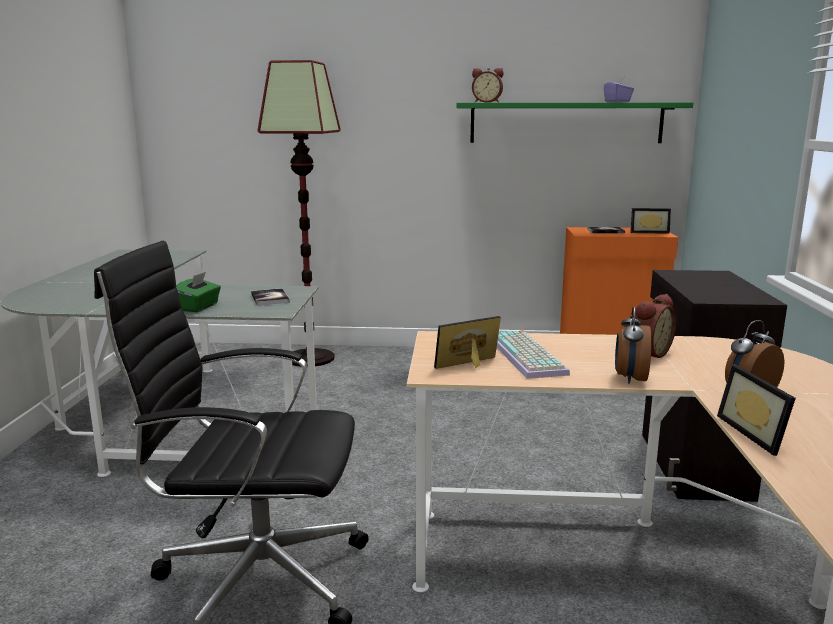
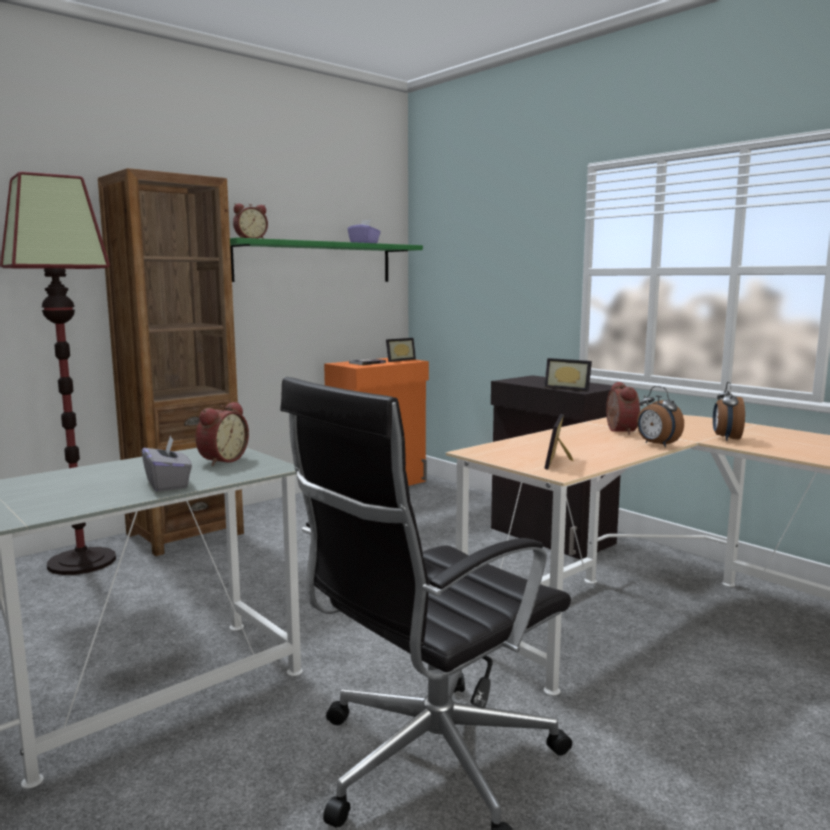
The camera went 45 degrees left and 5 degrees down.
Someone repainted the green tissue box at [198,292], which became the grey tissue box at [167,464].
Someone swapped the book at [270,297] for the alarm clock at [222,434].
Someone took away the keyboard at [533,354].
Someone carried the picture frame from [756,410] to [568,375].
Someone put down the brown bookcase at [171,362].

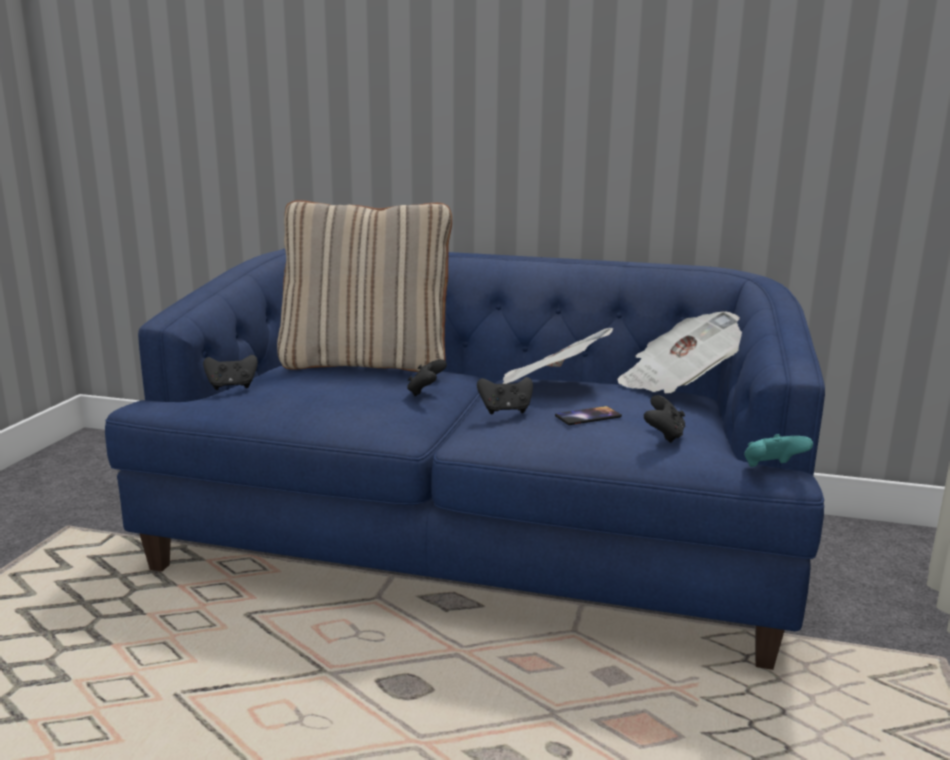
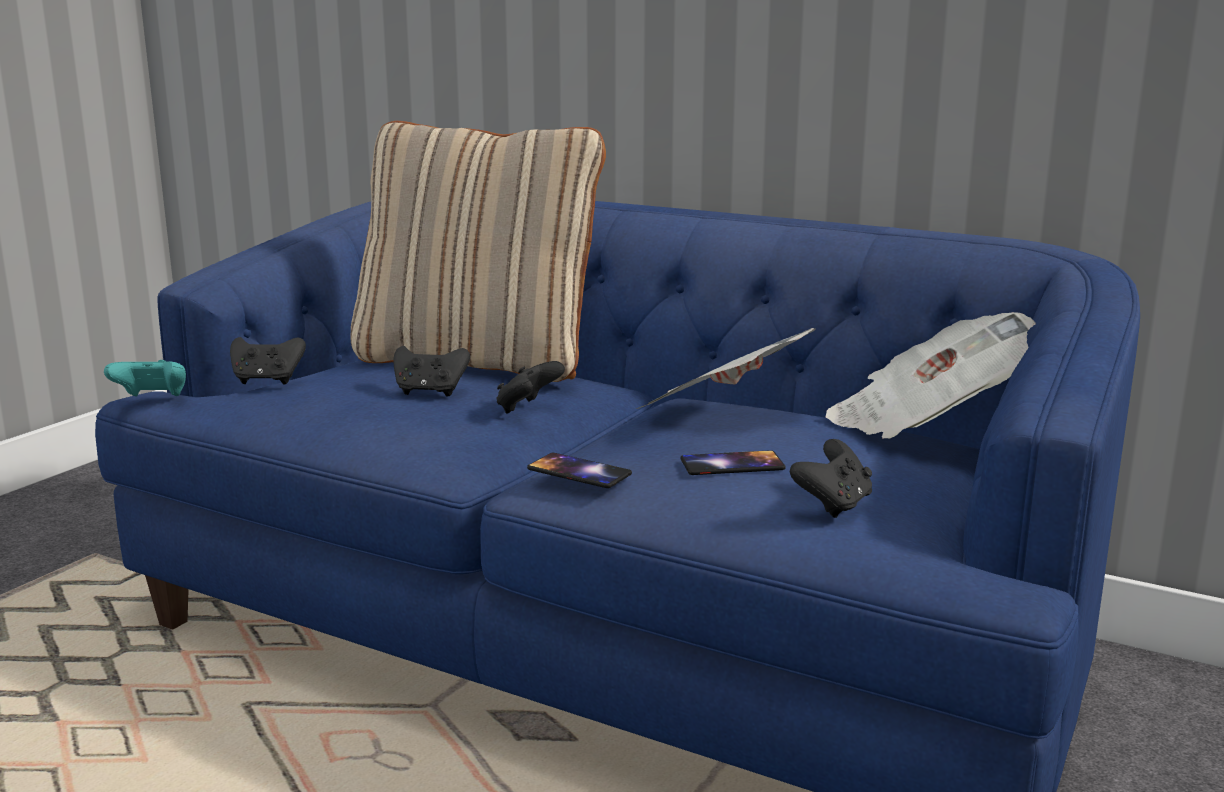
The camera went 15 degrees right and 0 degrees up.
Someone carried the black game controller from [505,395] to [431,371].
Someone carried the turquoise game controller from [778,450] to [145,378].
Someone put down the phone at [579,470].

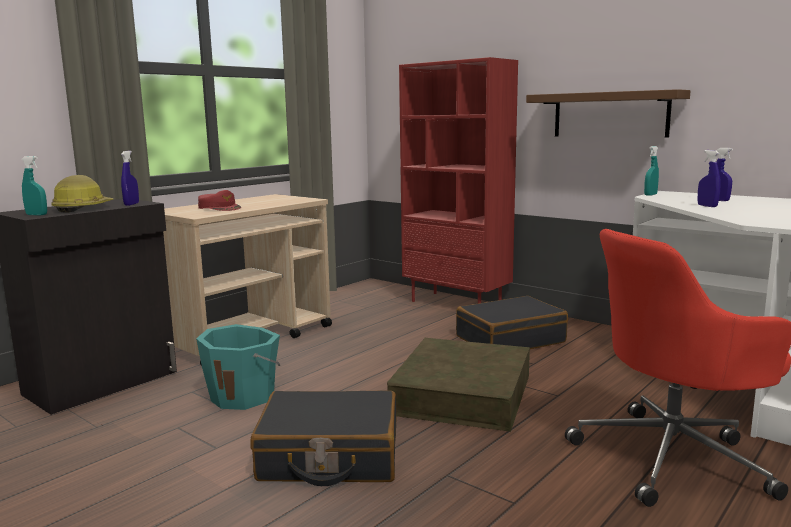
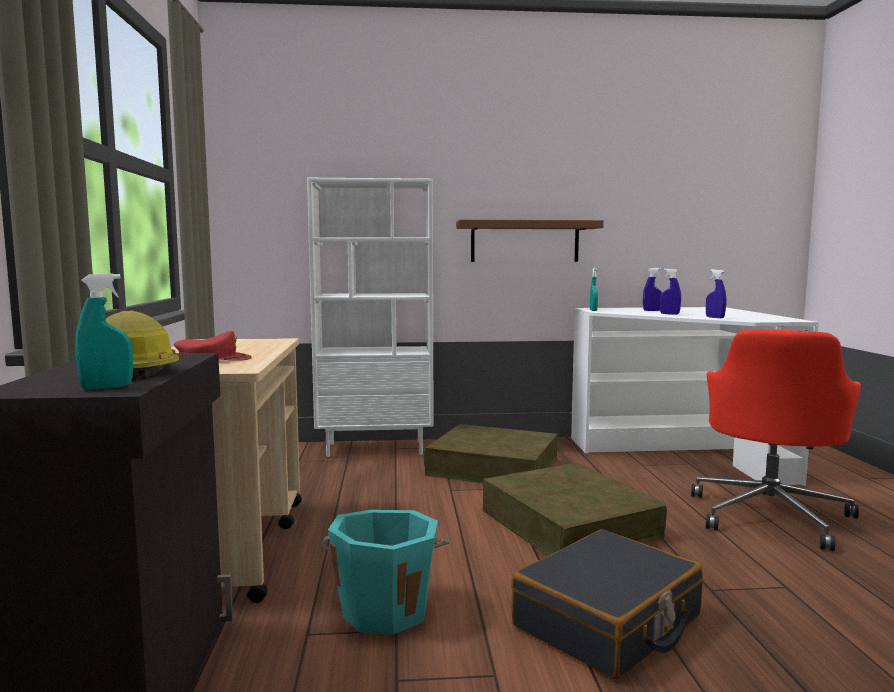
The camera went 45 degrees left and 5 degrees down.
Someone carried the blue spray bottle from [130,178] to [716,293].
Someone repainted the red bookcase at [458,180], which became the white bookcase at [370,317].
Someone swapped the black suitcase at [512,322] for the brown storage box at [491,453].

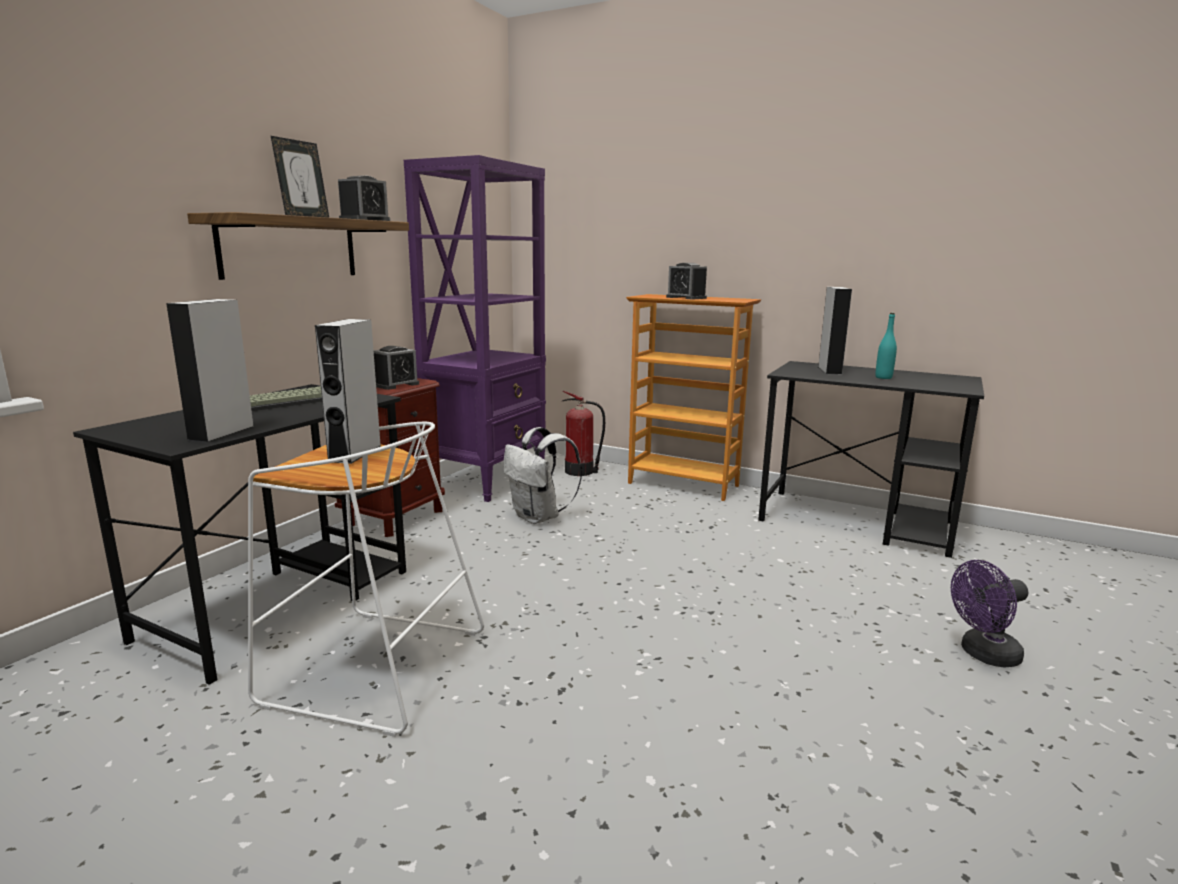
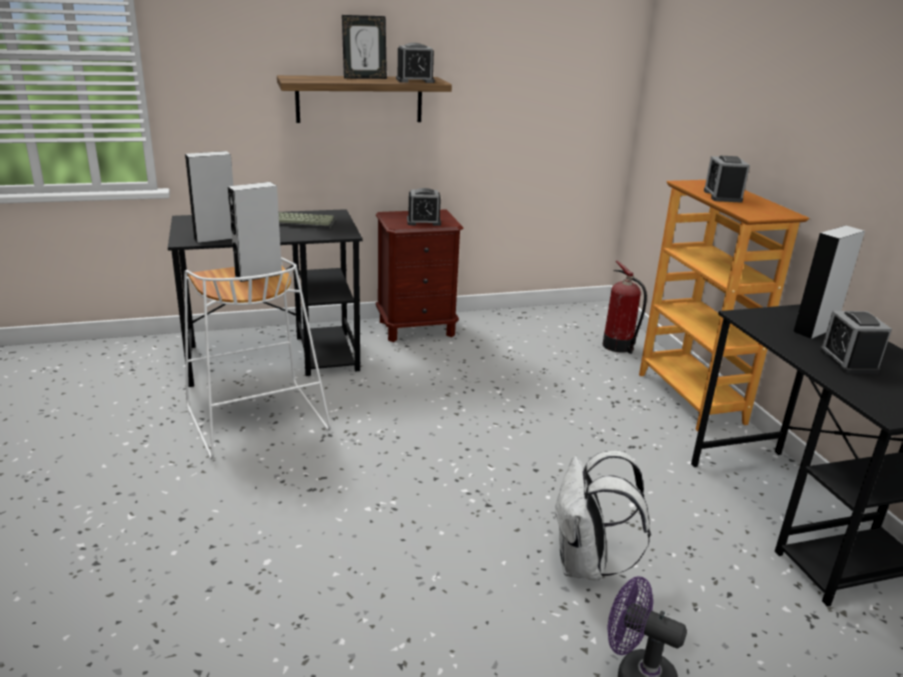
The camera went 45 degrees right and 10 degrees up.
Someone took away the purple bookcase at [475,328].
Someone carried the white backpack from [542,475] to [602,516].
Someone swapped the turquoise bottle at [886,346] for the alarm clock at [856,342].

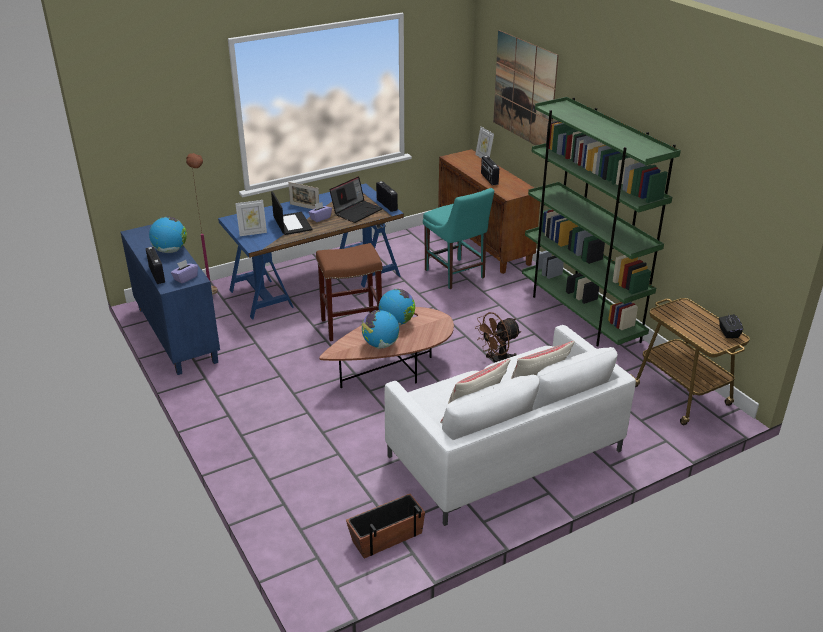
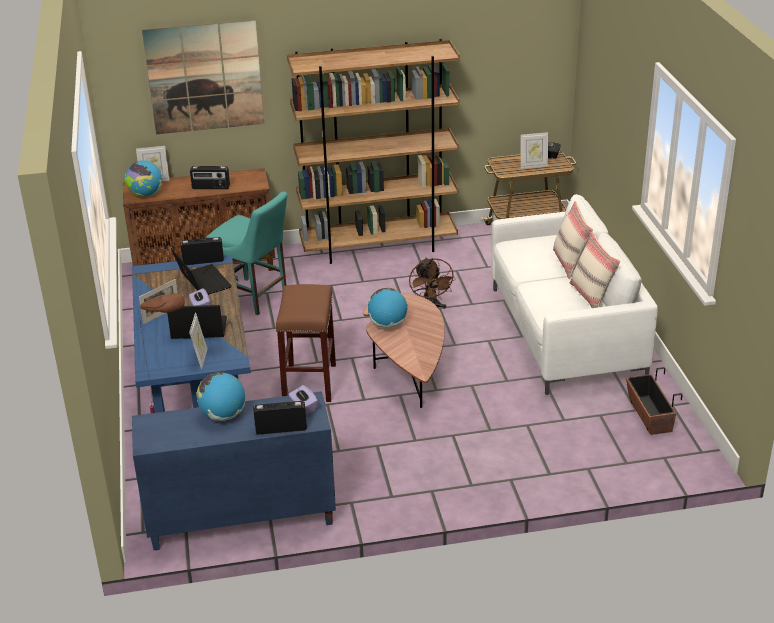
The camera went 70 degrees left and 0 degrees up.
Someone carried the globe from [380,329] to [143,178].
Someone rotated the turquoise chair at [458,238] by 45 degrees clockwise.
Someone repainted the green bookcase at [601,221], which became the brown bookcase at [373,151].
Someone put down the picture frame at [534,150].

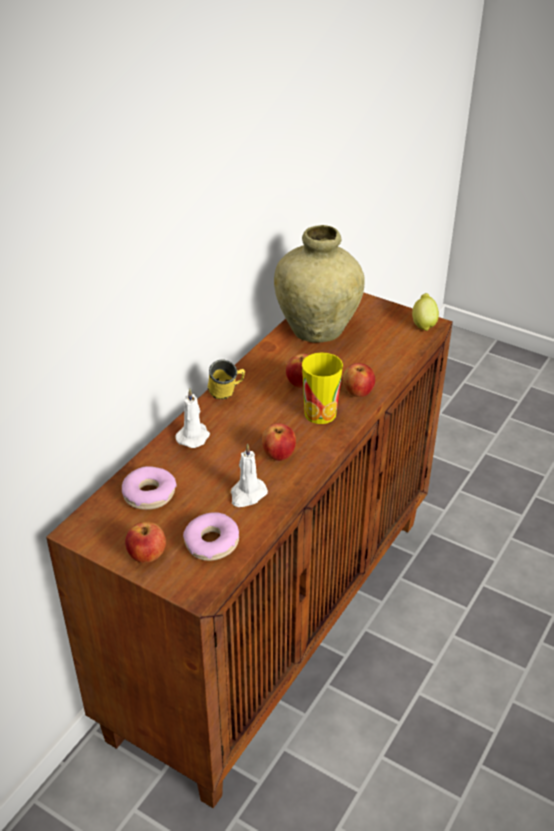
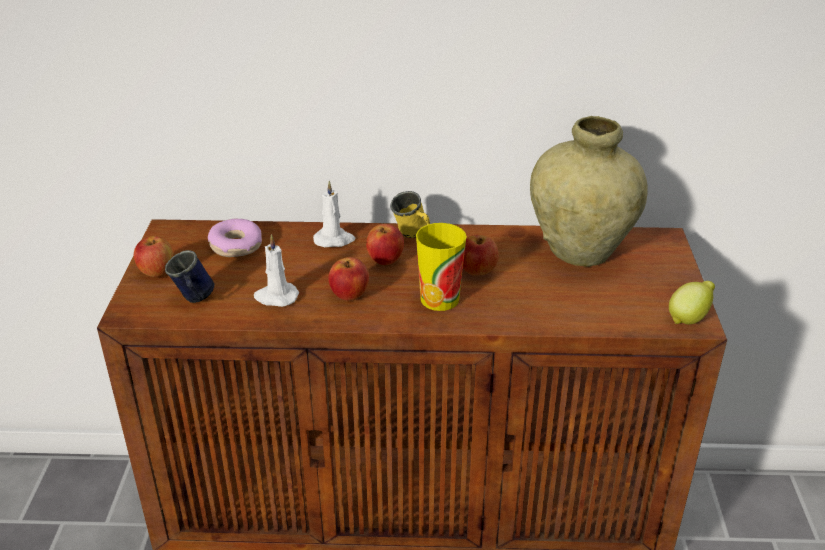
The camera went 60 degrees right and 5 degrees down.
Someone swapped the donut at [211,536] for the blue mug at [190,276].
Someone carried the apple from [359,380] to [385,244].

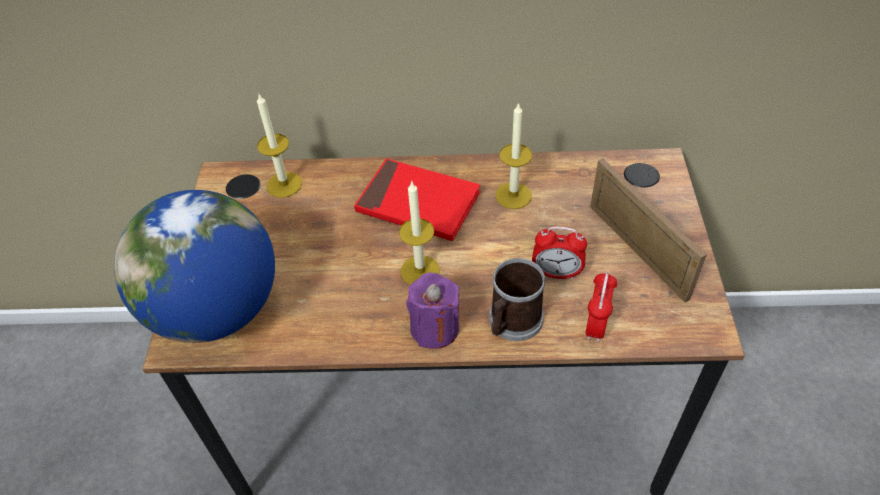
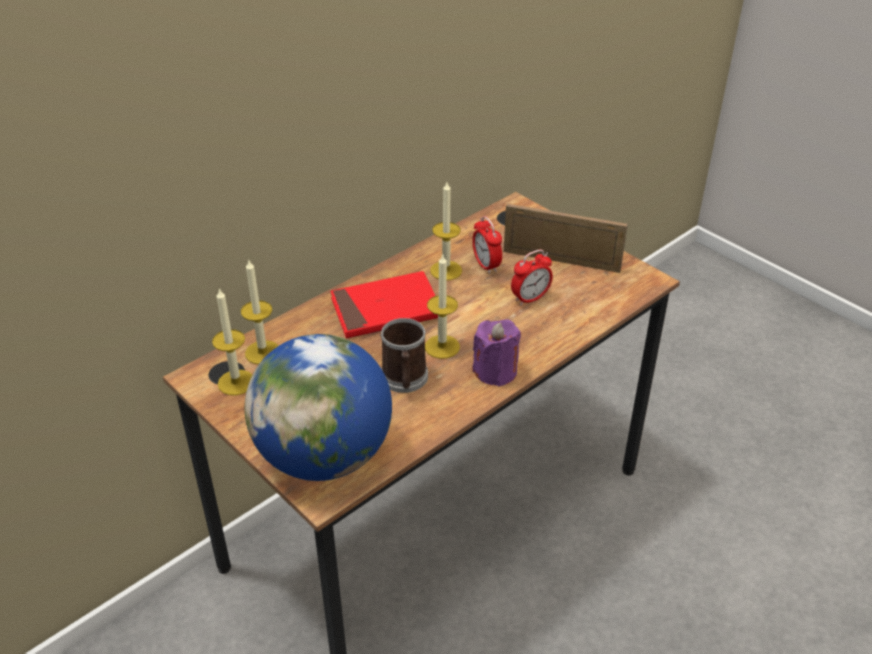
The camera went 45 degrees left and 10 degrees down.
Someone carried the mug from [517,299] to [404,355].
Someone carried the alarm clock from [601,306] to [487,245].
Someone put down the candle at [232,341].

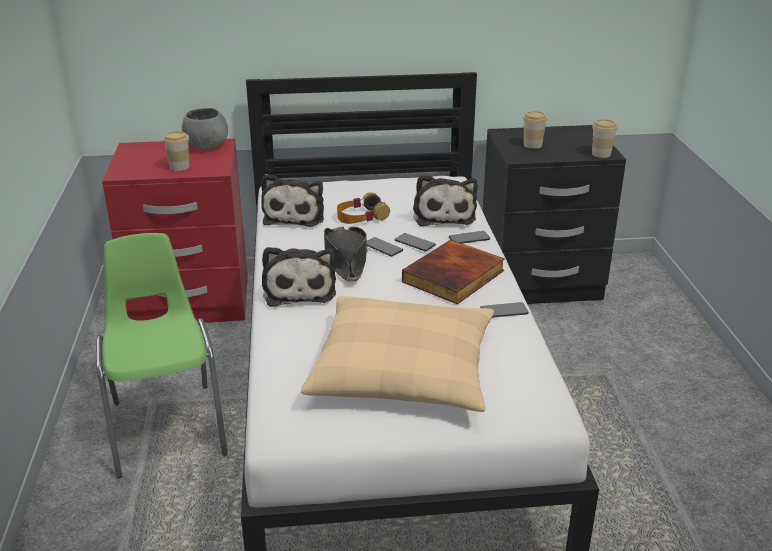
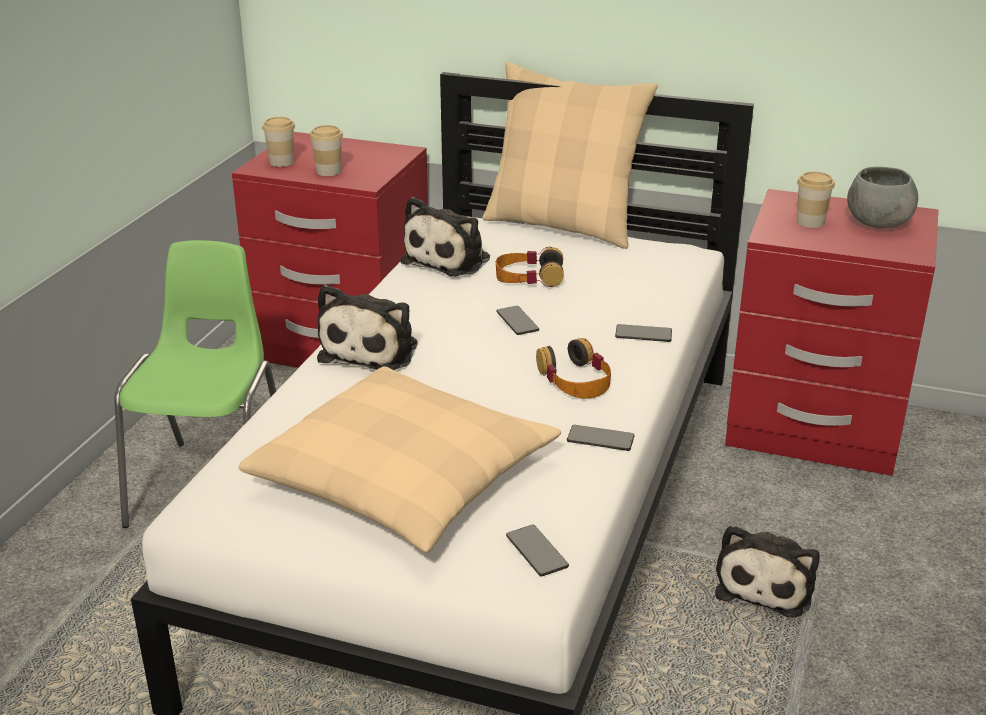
The camera went 25 degrees right and 0 degrees up.
Someone carried the grey bowl from [205,128] to [882,197].
Someone took away the black hat at [345,254].
Someone carried the phone from [415,242] to [537,550].
Someone swapped the book at [453,272] for the headphones at [573,368].
Someone carried the plush toy from [445,200] to [767,571].
Someone repainted the black nightstand at [554,214], which became the red nightstand at [831,332].
Someone carried the cup from [605,138] to [278,142].
Someone put down the beige pillow at [570,155].

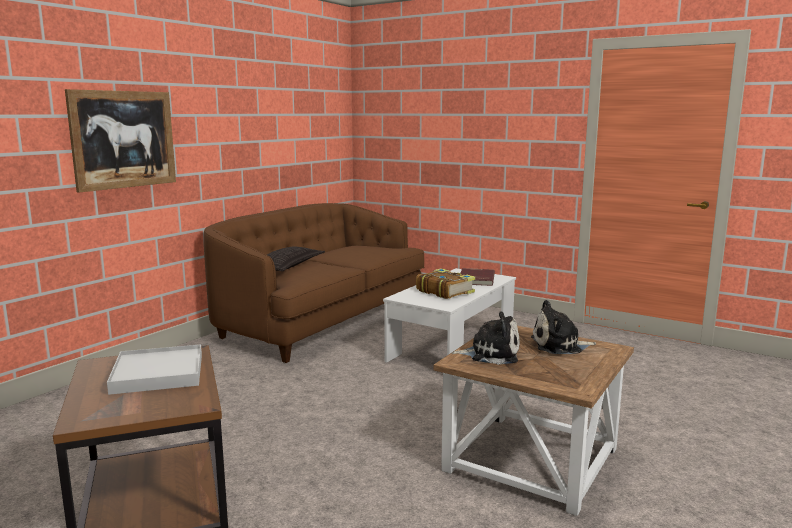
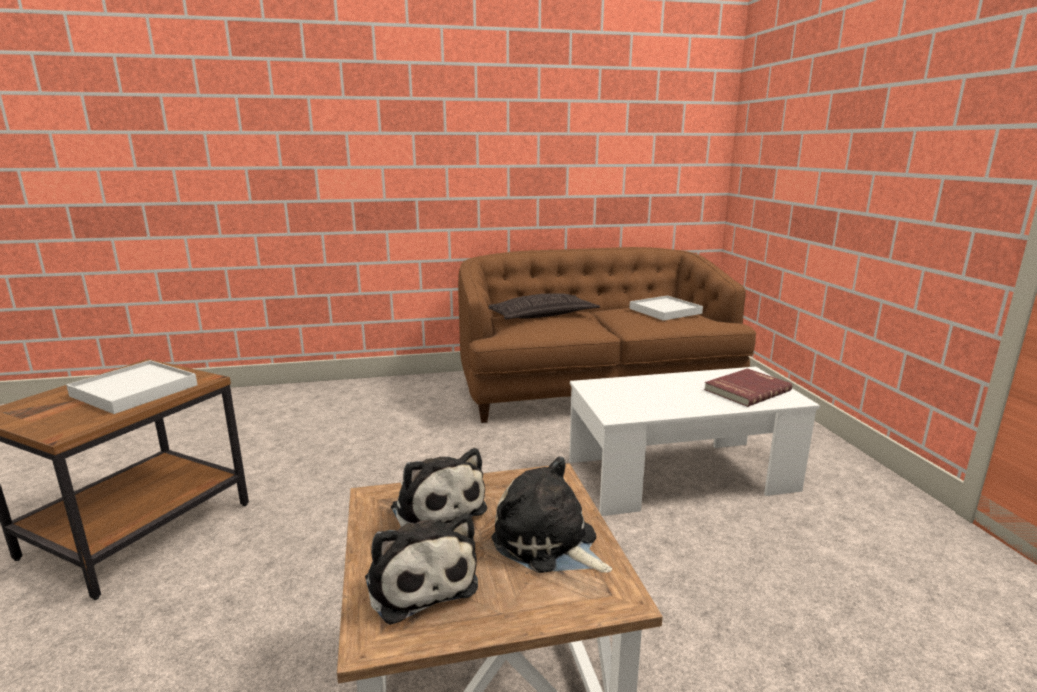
The camera went 45 degrees right and 5 degrees up.
Someone took away the picture at [120,141].
Someone took away the book at [445,283].
Someone put down the plush toy at [421,569].
Someone put down the white tray at [666,308].

